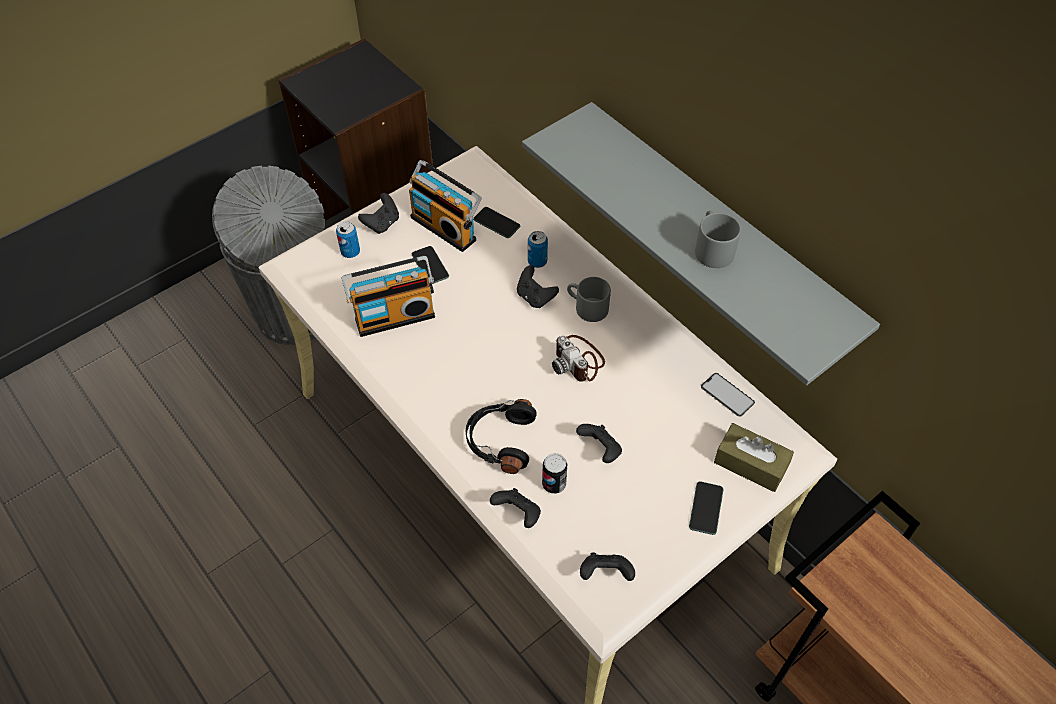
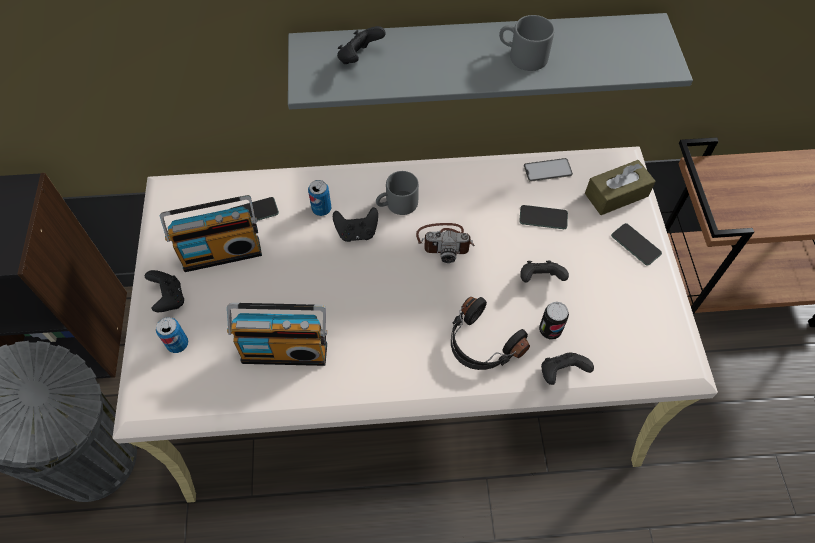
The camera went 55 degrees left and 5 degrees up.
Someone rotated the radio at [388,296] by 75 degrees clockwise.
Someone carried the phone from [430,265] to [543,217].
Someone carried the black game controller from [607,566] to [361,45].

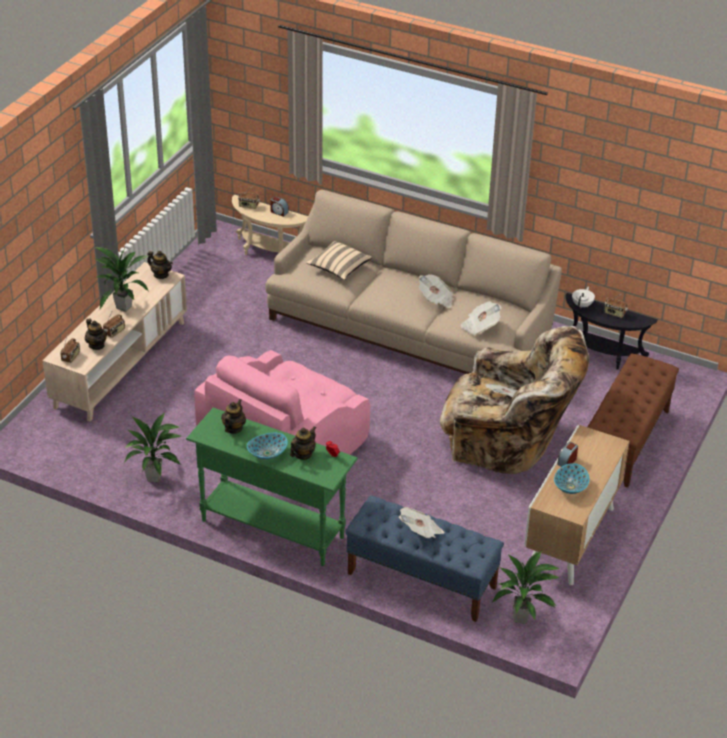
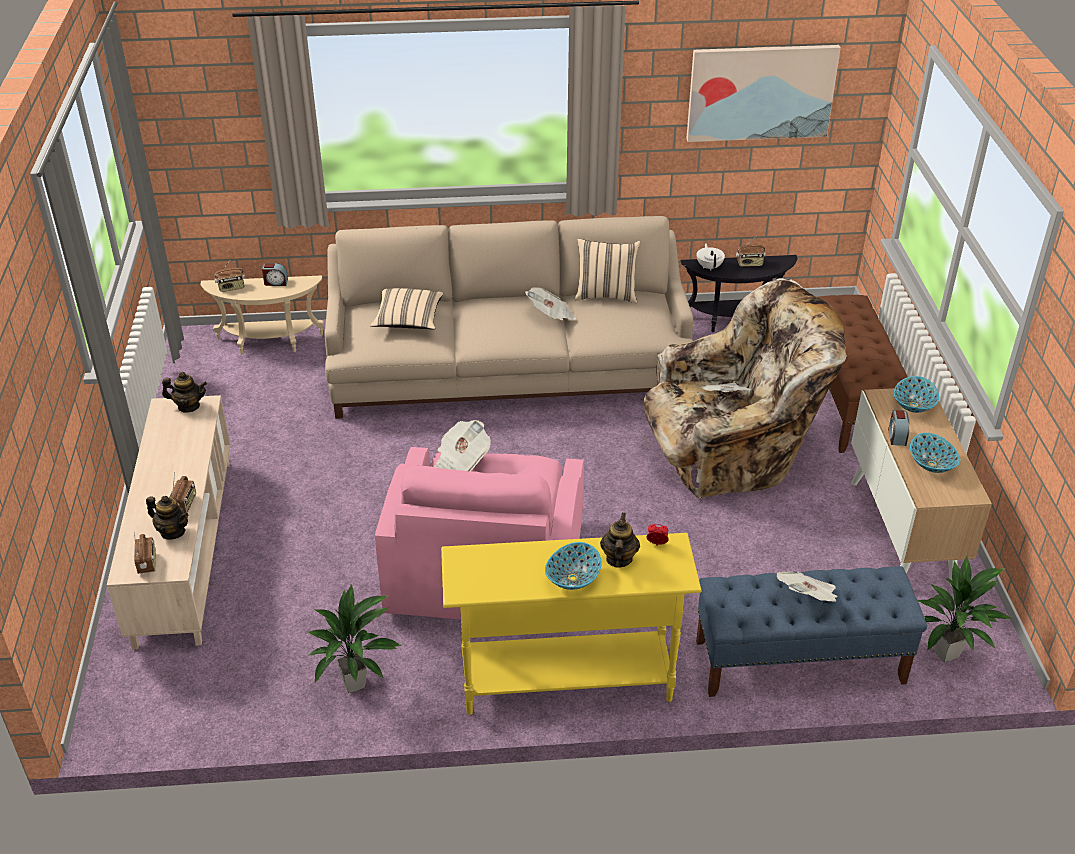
The camera went 30 degrees left and 0 degrees up.
Someone took away the potted plant at [122,279].
Someone repainted the green console table at [272,486], which became the yellow console table at [571,624].
Someone took away the teapot at [233,416].
Someone carried the newspaper from [481,318] to [462,445].
Someone put down the beige pillow at [607,271].
Someone put up the picture at [763,93].
Someone put down the bowl at [916,394].

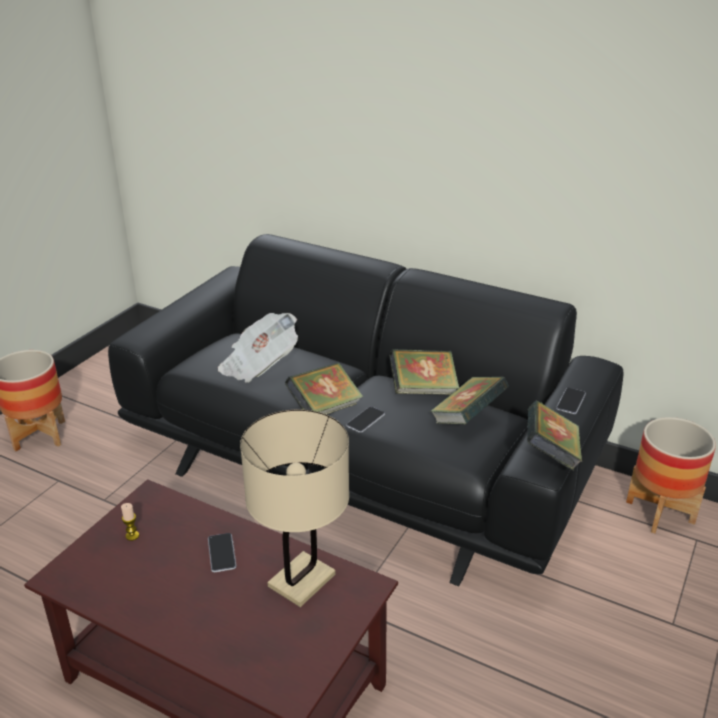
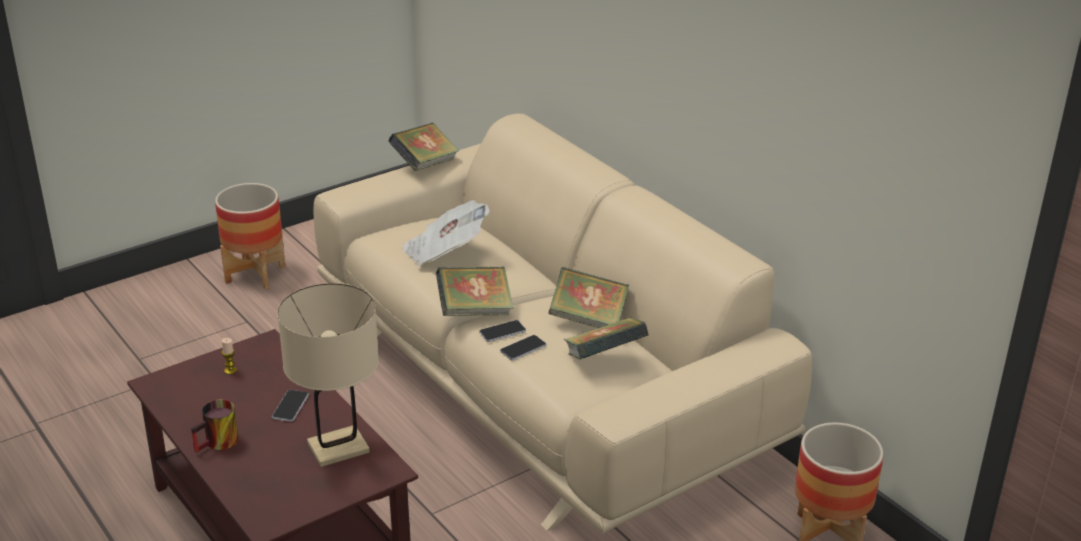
The camera went 25 degrees right and 0 degrees up.
Someone repainted the black sofa at [365,410], which became the beige sofa at [563,324].
Someone carried the book from [554,436] to [423,147].
Someone carried the phone from [571,401] to [523,348].
Someone put down the mug at [214,425].

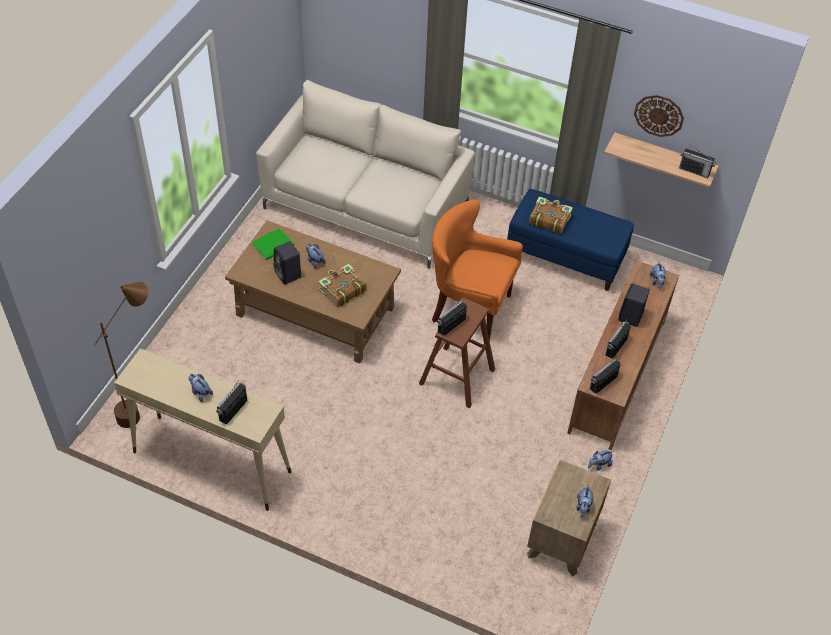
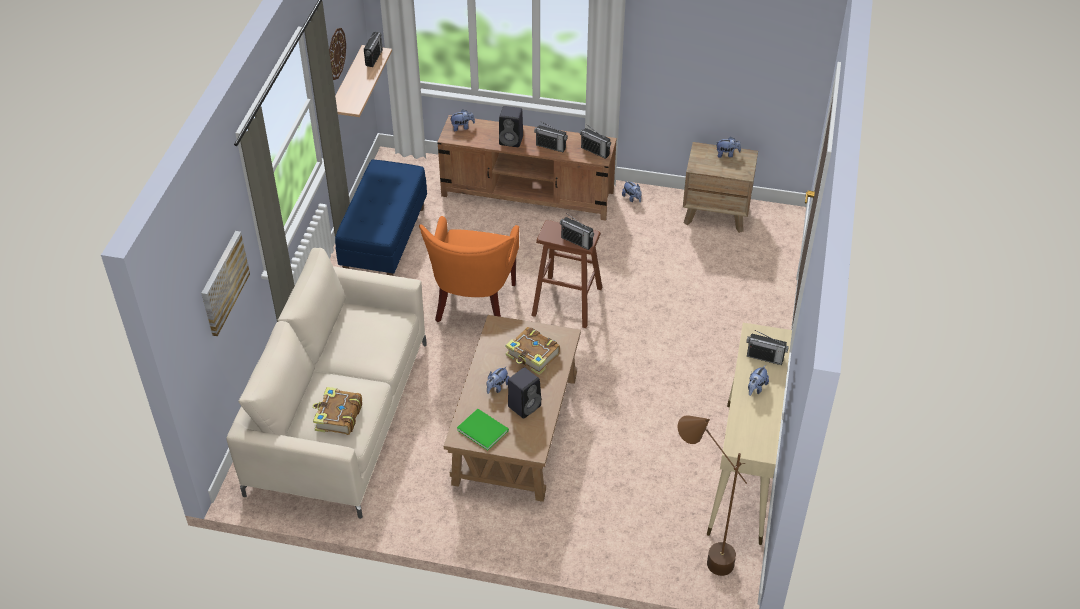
The camera went 100 degrees left and 5 degrees down.
Someone carried the book from [551,215] to [337,411].
Someone put up the picture at [225,283].

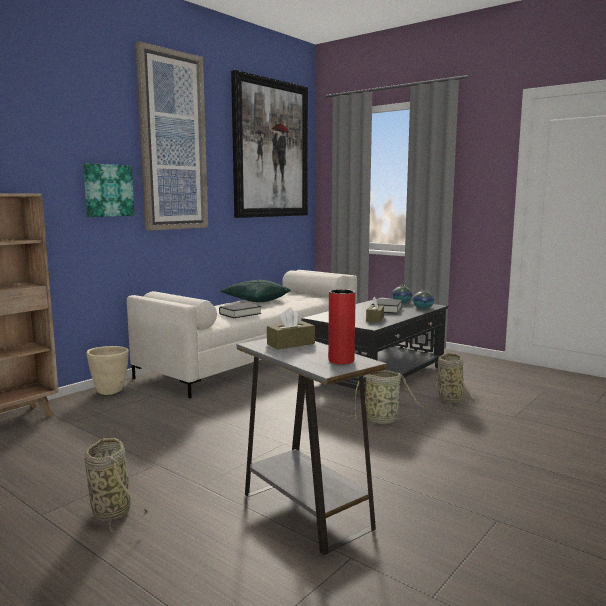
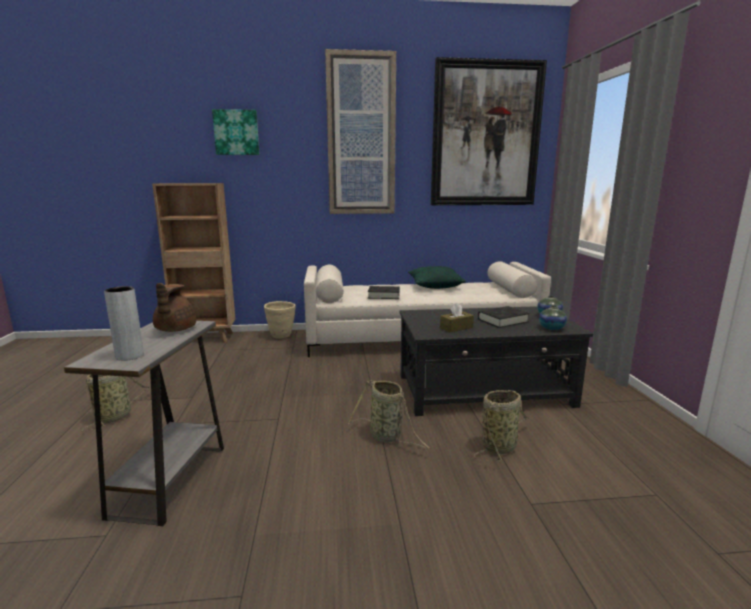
The camera went 45 degrees right and 5 degrees up.
Someone carried the picture from [108,190] to [235,132].
Someone swapped the brown tissue box at [291,328] for the brown teapot at [174,307].
Someone repainted the red vase at [342,326], which became the grey vase at [124,323].

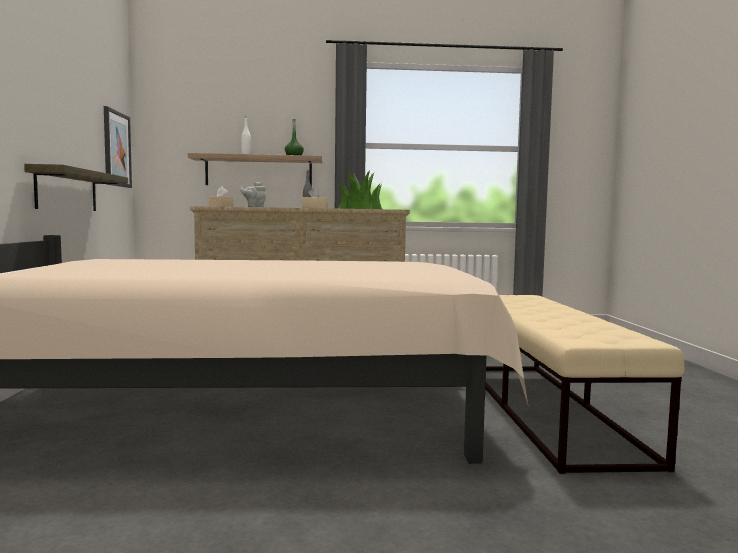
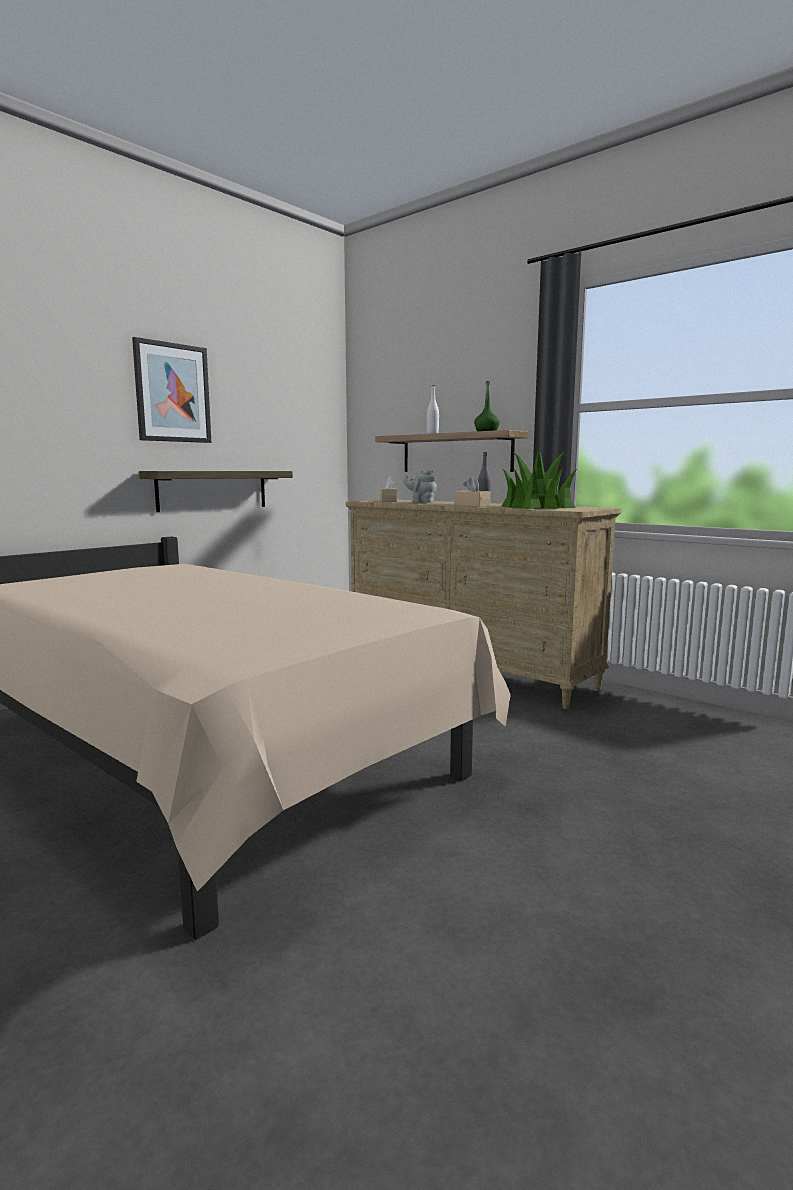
The camera went 45 degrees right and 5 degrees up.
Someone carried the picture from [118,147] to [171,390].
Someone took away the beige bench at [585,384].

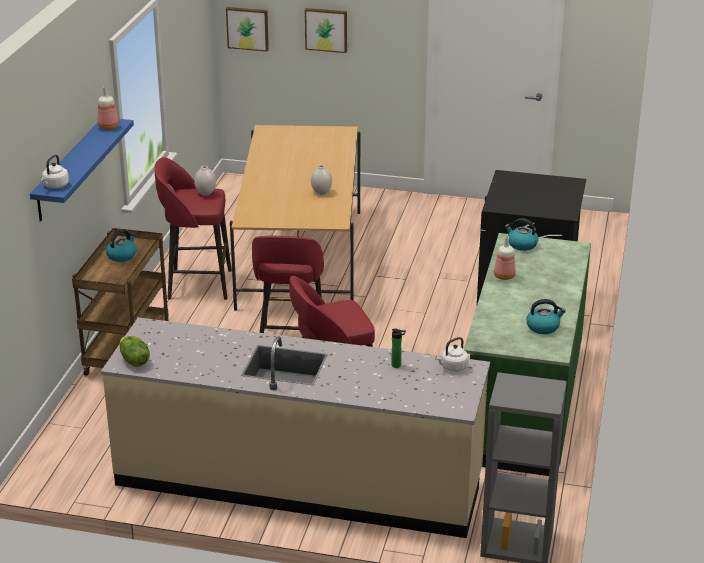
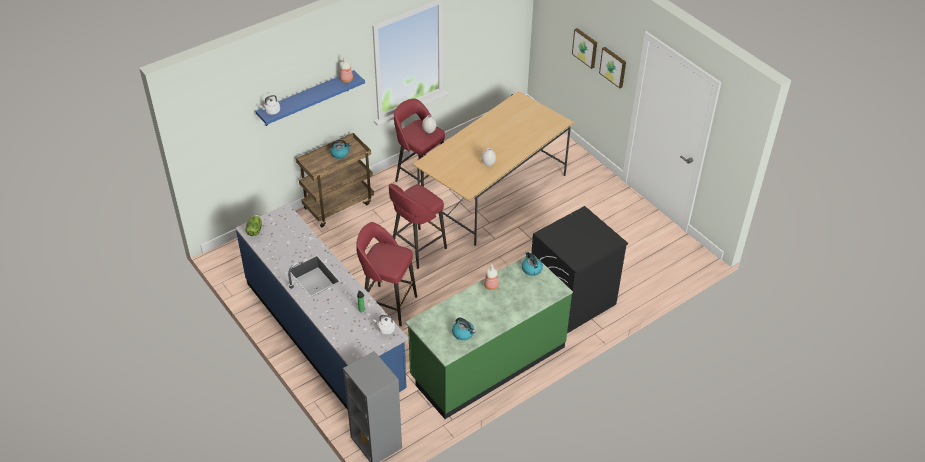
The camera went 40 degrees right and 15 degrees up.
Someone repainted the beige counter at [295,427], which became the blue counter at [322,306].
Someone carried the picture from [247,29] to [612,67].

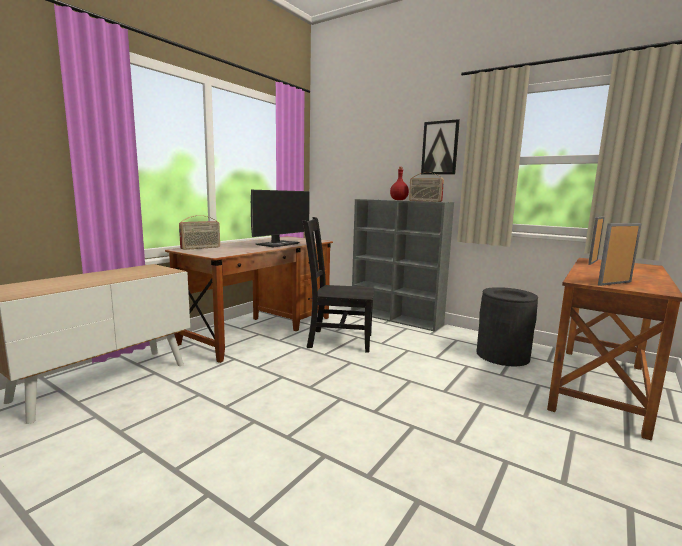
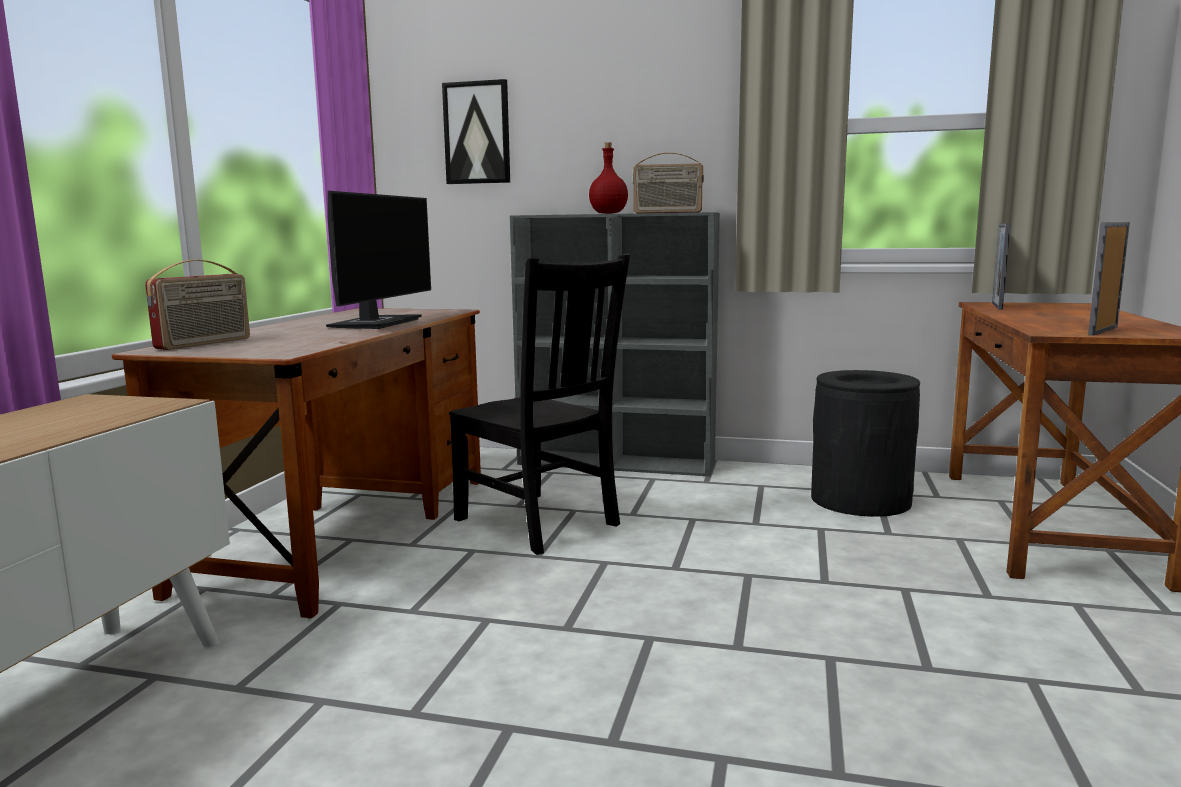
The camera went 20 degrees left and 0 degrees up.
Someone rotated the black chair at [338,285] by 120 degrees counterclockwise.
Someone carried the picture from [440,147] to [476,131].

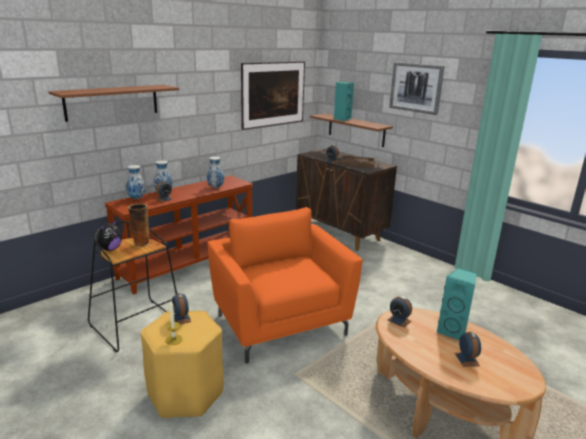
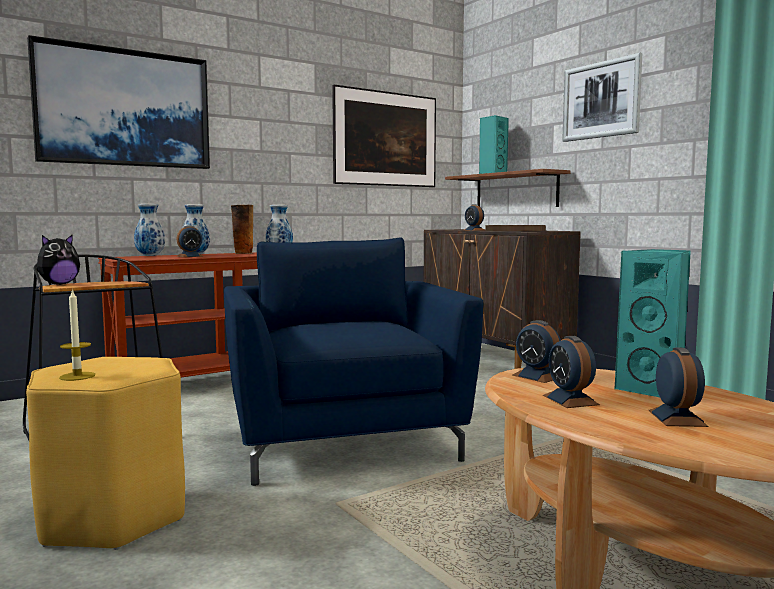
The camera went 10 degrees right and 15 degrees down.
Someone swapped the brown shelf at [114,103] for the picture at [118,102].
Someone carried the vase from [139,225] to [242,229].
Someone carried the alarm clock from [181,309] to [571,372].
Someone repainted the orange armchair at [285,285], which became the blue armchair at [353,362].

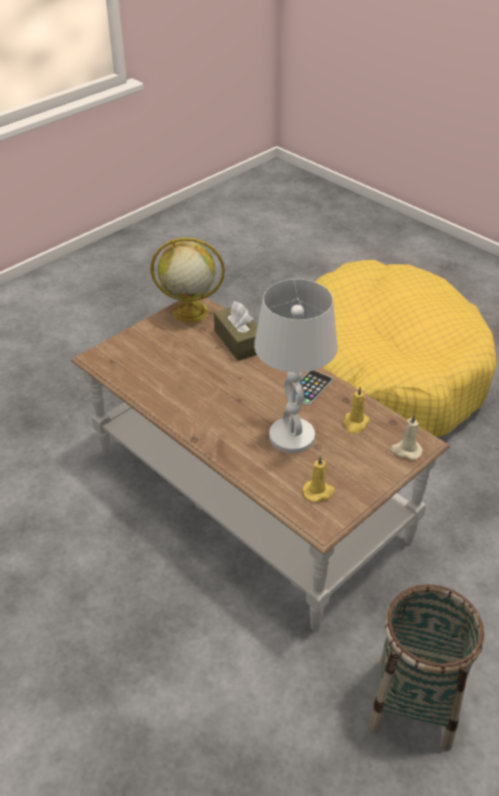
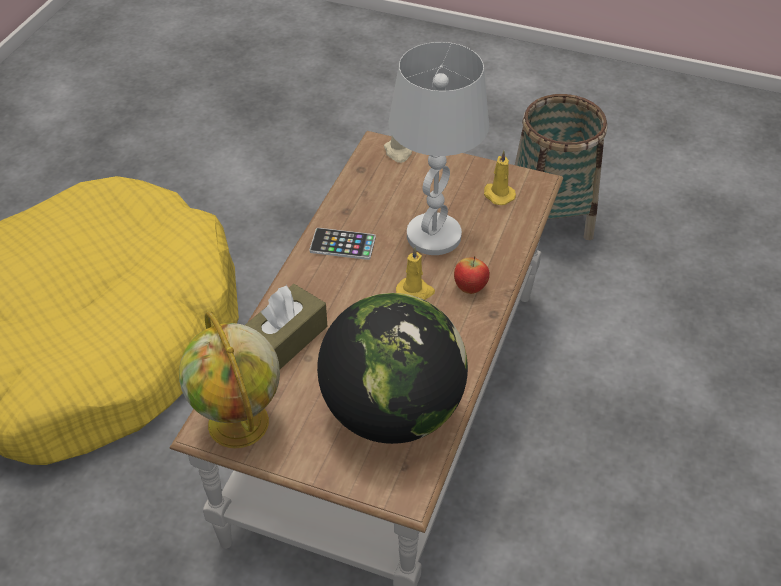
The camera went 115 degrees left and 5 degrees up.
Someone carried the yellow candle from [356,410] to [415,273].
Someone put down the globe at [392,368].
Someone put down the apple at [472,275].

